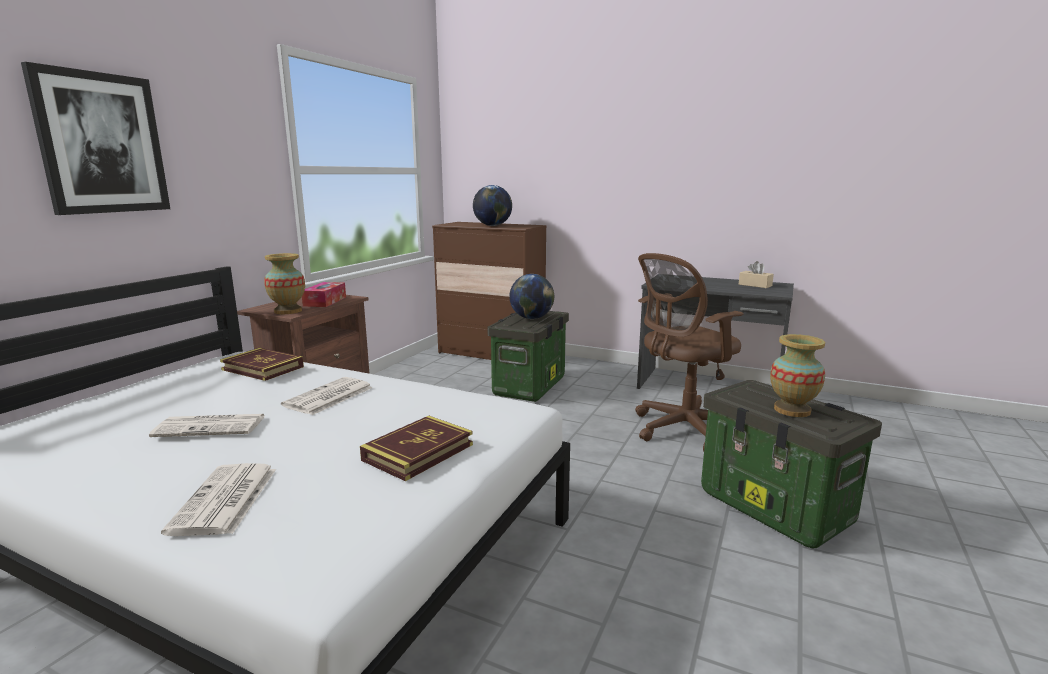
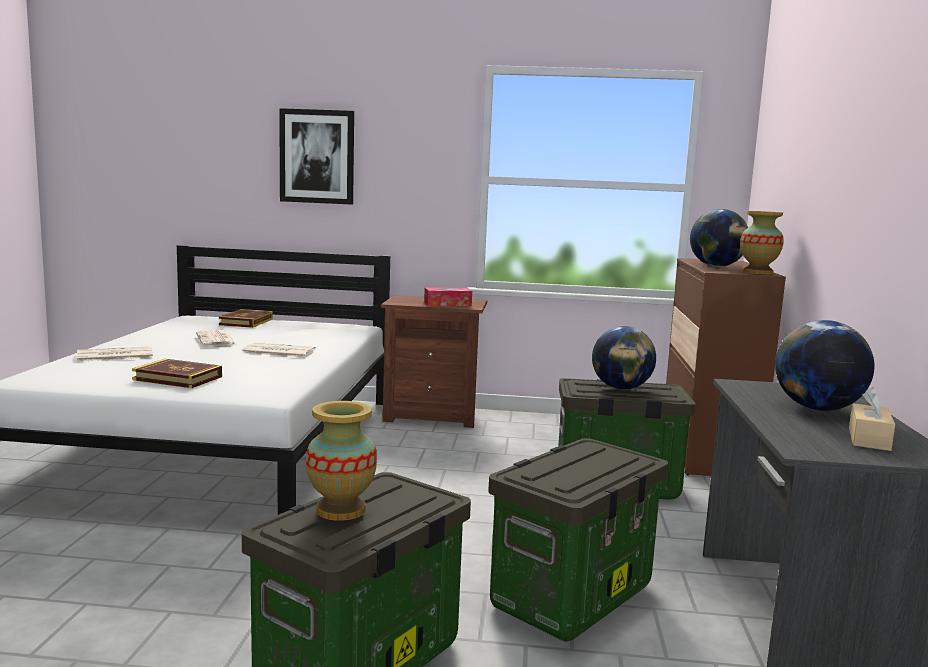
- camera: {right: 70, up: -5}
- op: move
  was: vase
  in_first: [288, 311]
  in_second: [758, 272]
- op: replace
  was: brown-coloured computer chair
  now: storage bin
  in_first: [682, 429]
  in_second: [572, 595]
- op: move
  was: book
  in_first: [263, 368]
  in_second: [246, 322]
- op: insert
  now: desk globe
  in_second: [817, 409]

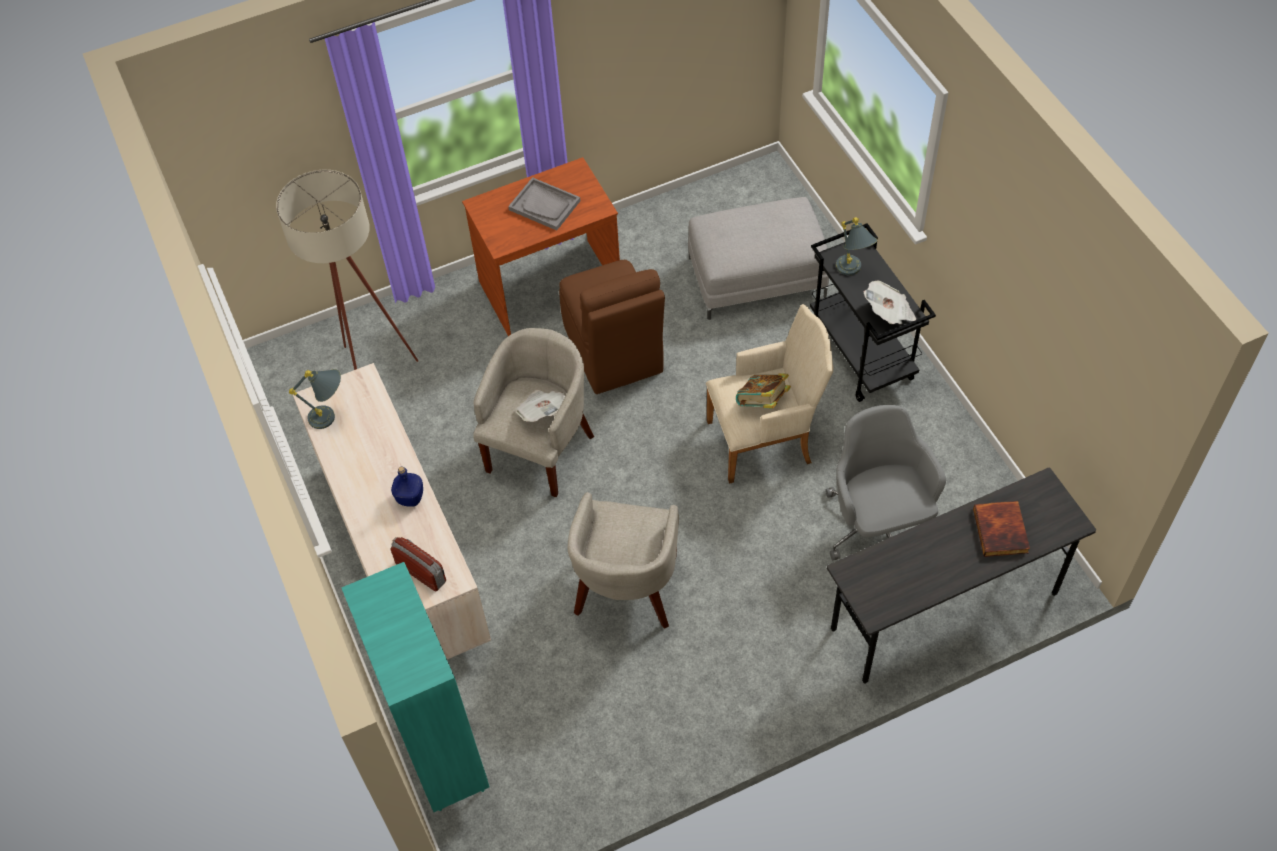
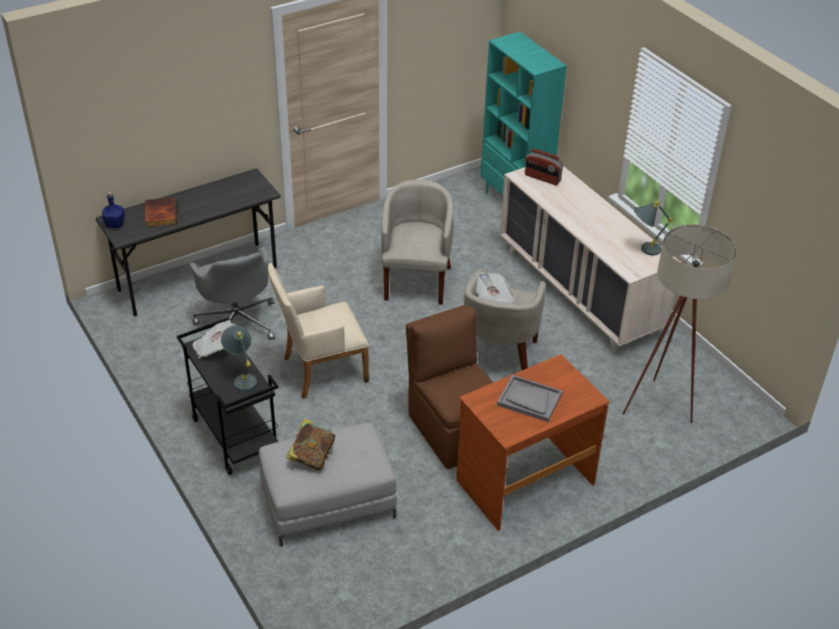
- camera: {right: 170, up: -15}
- op: move
  was: book
  in_first: [762, 403]
  in_second: [311, 457]
- op: move
  was: blue beverage bottle
  in_first: [410, 497]
  in_second: [115, 225]

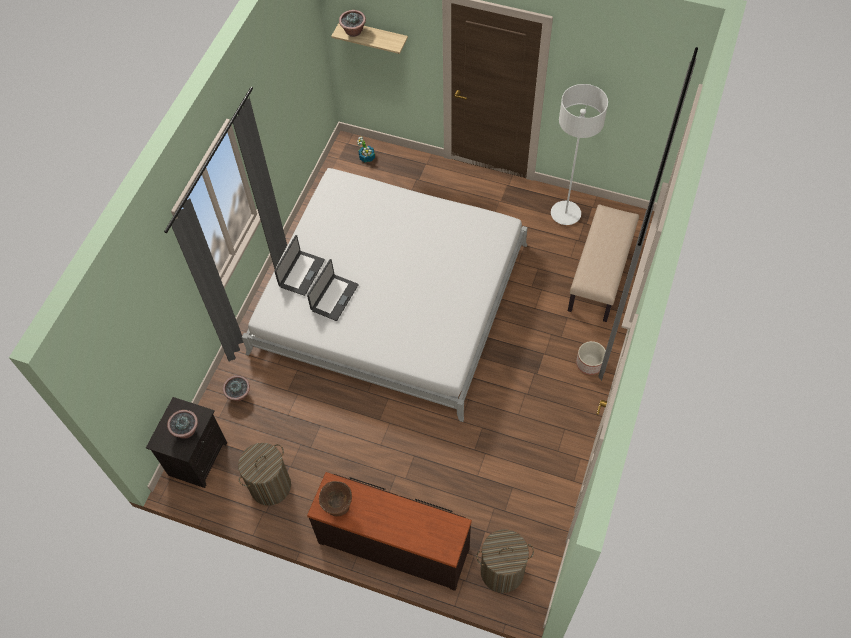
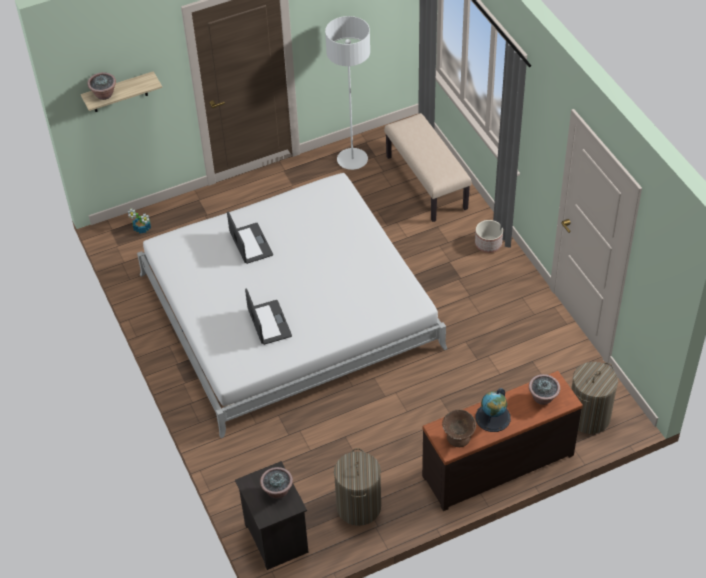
- camera: {right: -45, up: -10}
- op: move
  was: laptop
  in_first: [301, 273]
  in_second: [250, 244]
- op: move
  was: plant in a pot
  in_first: [239, 394]
  in_second: [543, 398]
- op: insert
  now: desk globe
  in_second: [493, 417]

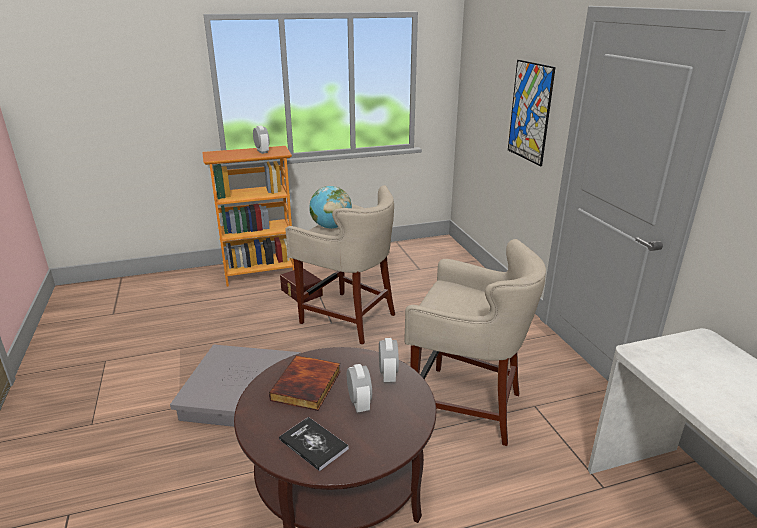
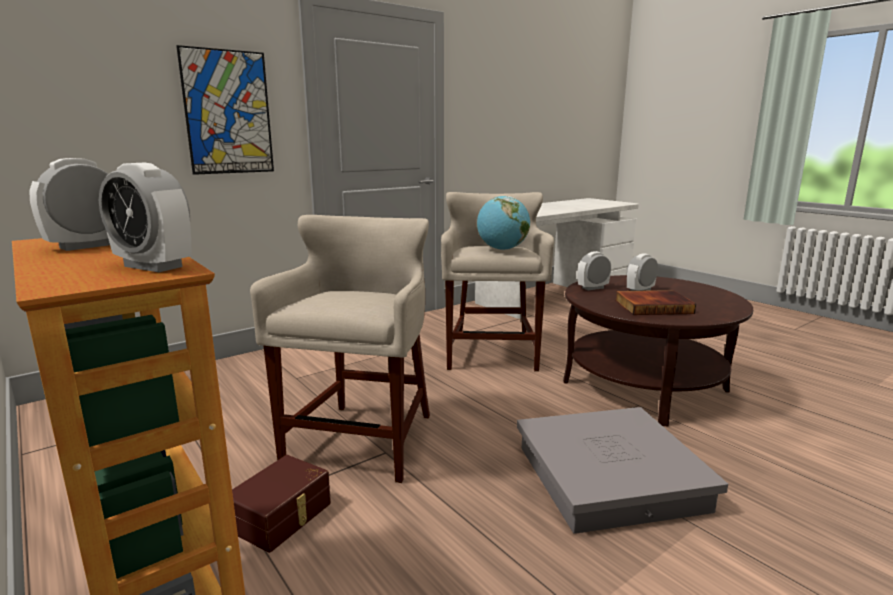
- camera: {right: -110, up: -10}
- op: move
  was: desk globe
  in_first: [331, 227]
  in_second: [502, 249]
- op: delete
  was: book
  in_first: [313, 444]
- op: insert
  now: bedside clock
  in_second: [153, 266]

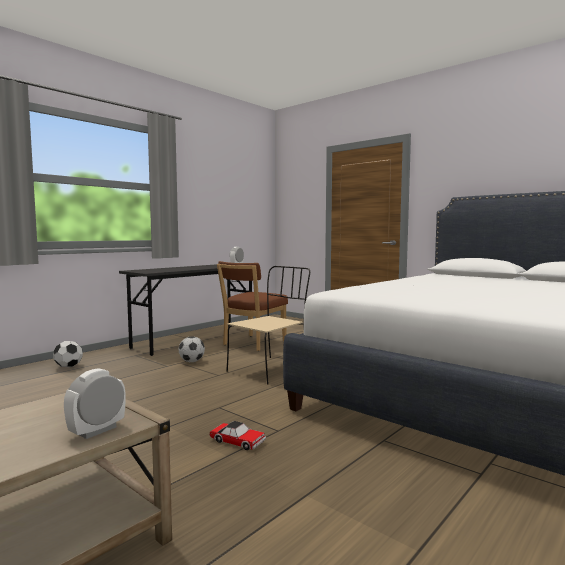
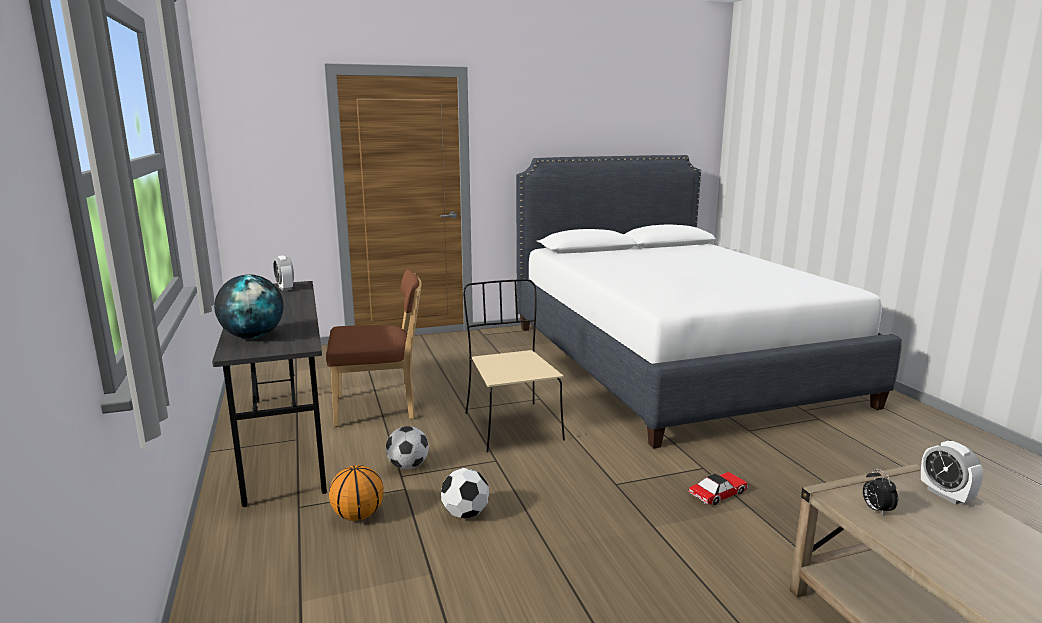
- camera: {right: -60, up: 10}
- op: rotate
  was: brown-coloured chair
  in_first: [252, 343]
  in_second: [380, 408]
  clockwise: -75
- op: move
  was: ball for football
  in_first: [68, 367]
  in_second: [465, 514]
- op: insert
  now: desk globe
  in_second: [253, 336]
- op: insert
  now: ball for basketball
  in_second: [357, 515]
- op: insert
  now: bedside clock
  in_second: [876, 510]

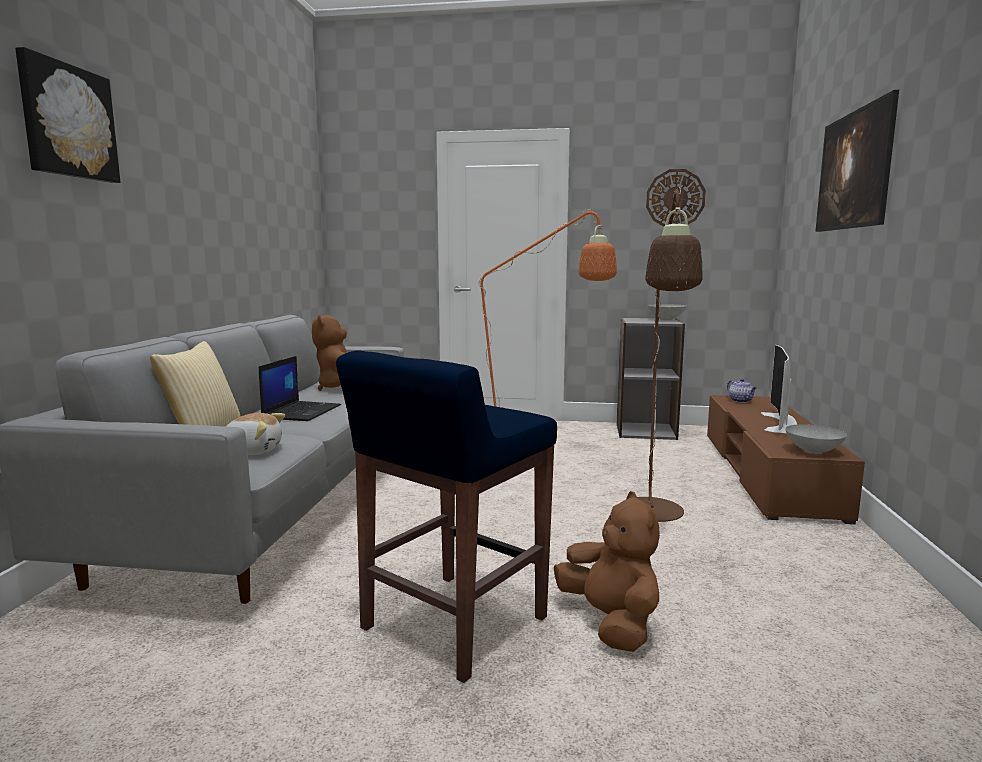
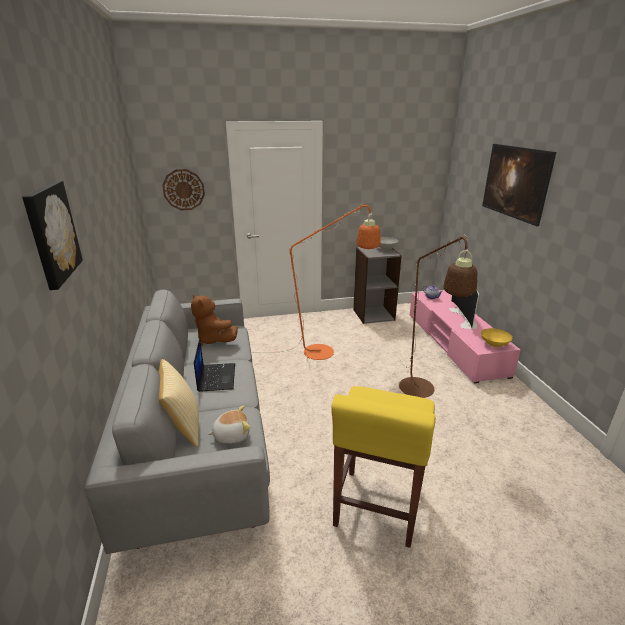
- camera: {right: -20, up: 15}
- op: move
  was: hanging clock
  in_first: [675, 199]
  in_second: [183, 190]
- op: recolor
  was: blue stool seat
  now: yellow stool seat
  in_first: [452, 625]
  in_second: [376, 508]
- op: recolor
  was: brown-coloured tv unit
  now: pink tv unit
  in_first: [767, 473]
  in_second: [454, 343]
- op: recolor
  was: gray serving bowl
  now: yellow serving bowl
  in_first: [814, 451]
  in_second: [495, 344]
- op: delete
  was: brown-coloured soft toy
  in_first: [611, 622]

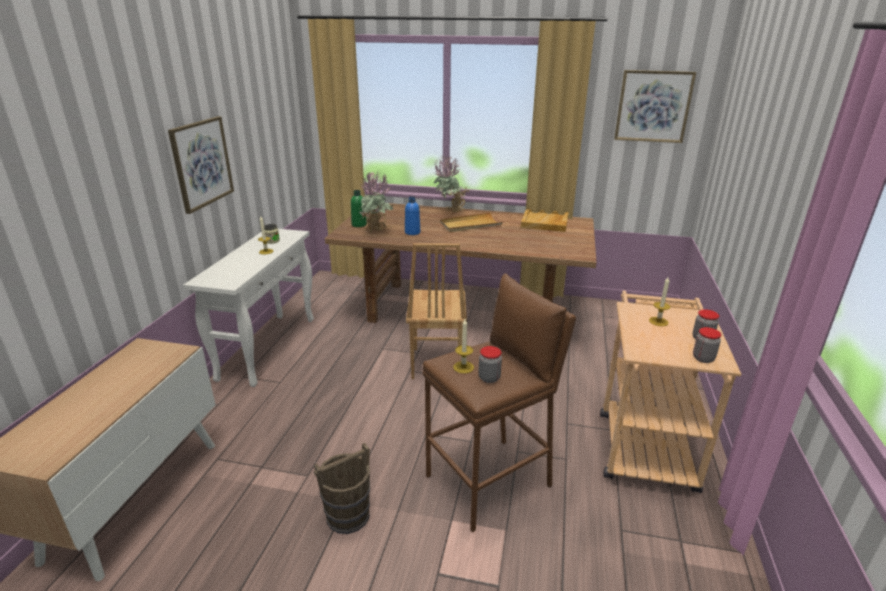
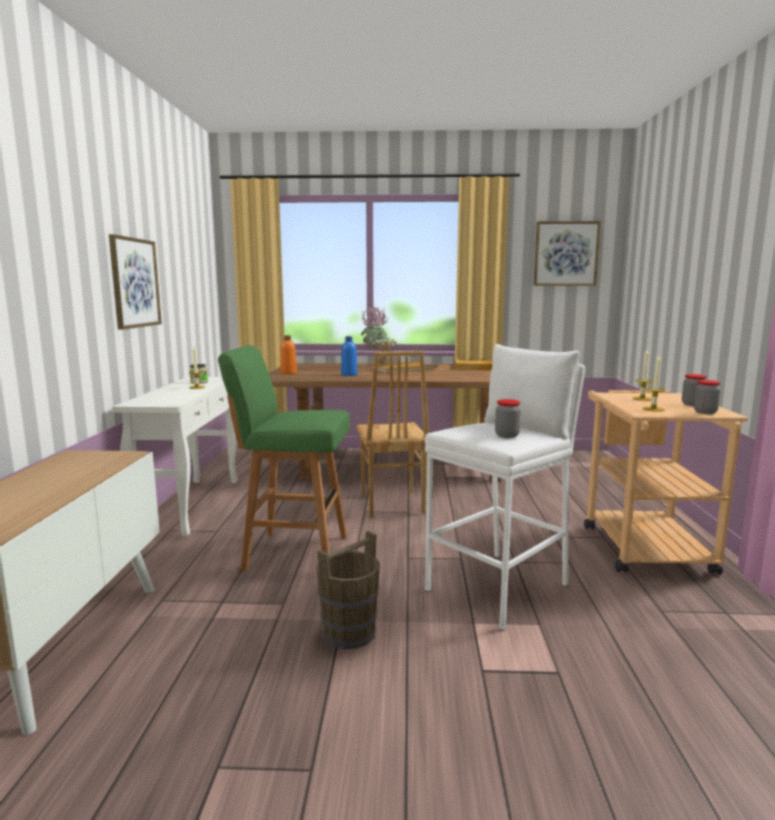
- camera: {right: -10, up: -15}
- op: delete
  was: plant in a pot
  in_first: [377, 232]
- op: recolor
  was: green-coloured beverage bottle
  now: orange beverage bottle
  in_first: [359, 225]
  in_second: [288, 373]
- op: recolor
  was: brown-coloured stool seat
  now: white stool seat
  in_first: [490, 481]
  in_second: [499, 588]
- op: move
  was: candle
  in_first: [463, 367]
  in_second: [653, 409]
- op: insert
  now: green-coloured stool seat
  in_second: [293, 552]

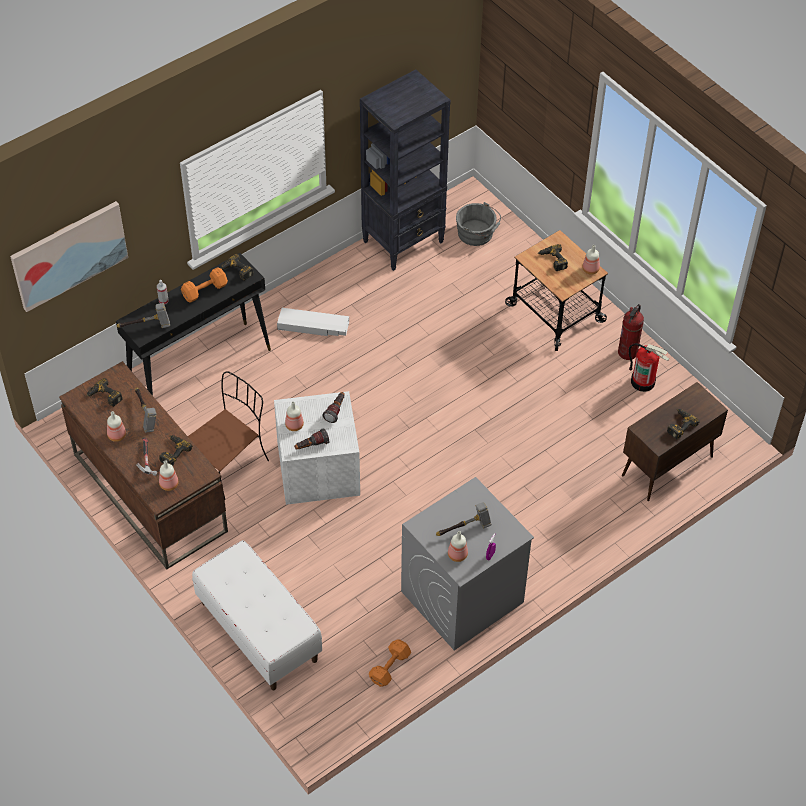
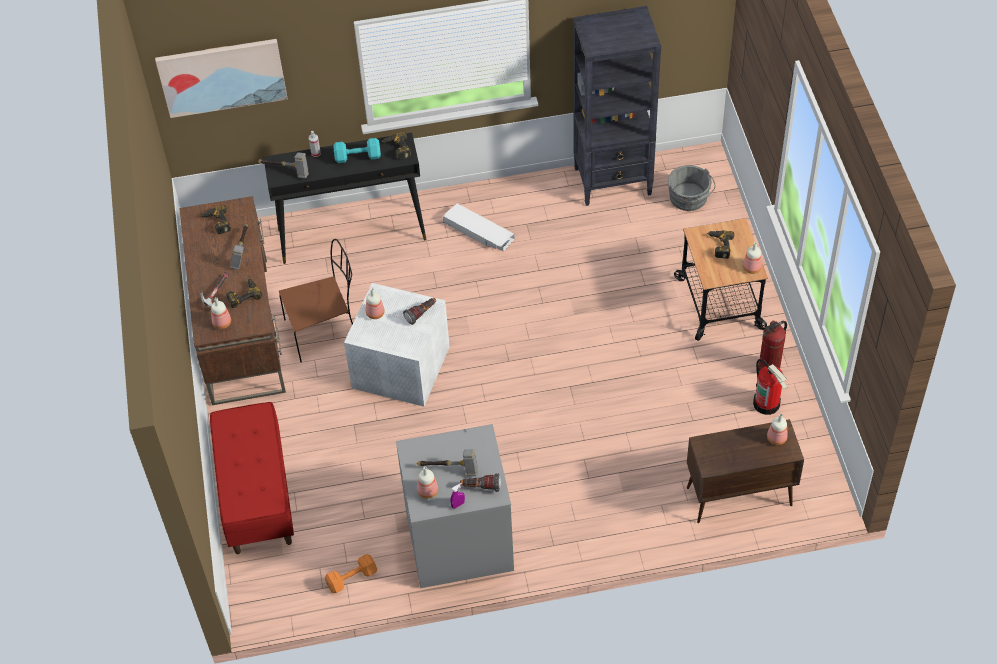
- camera: {right: 30, up: 0}
- op: recolor
  was: orange dumbbell
  now: blue-green dumbbell
  in_first: [203, 291]
  in_second: [357, 156]
- op: delete
  was: drill
  in_first: [679, 425]
- op: move
  was: beverage bottle
  in_first: [116, 435]
  in_second: [776, 438]
- op: move
  was: torch
  in_first: [311, 446]
  in_second: [480, 487]
- op: recolor
  was: white bench
  now: reddish bench
  in_first: [258, 631]
  in_second: [256, 495]

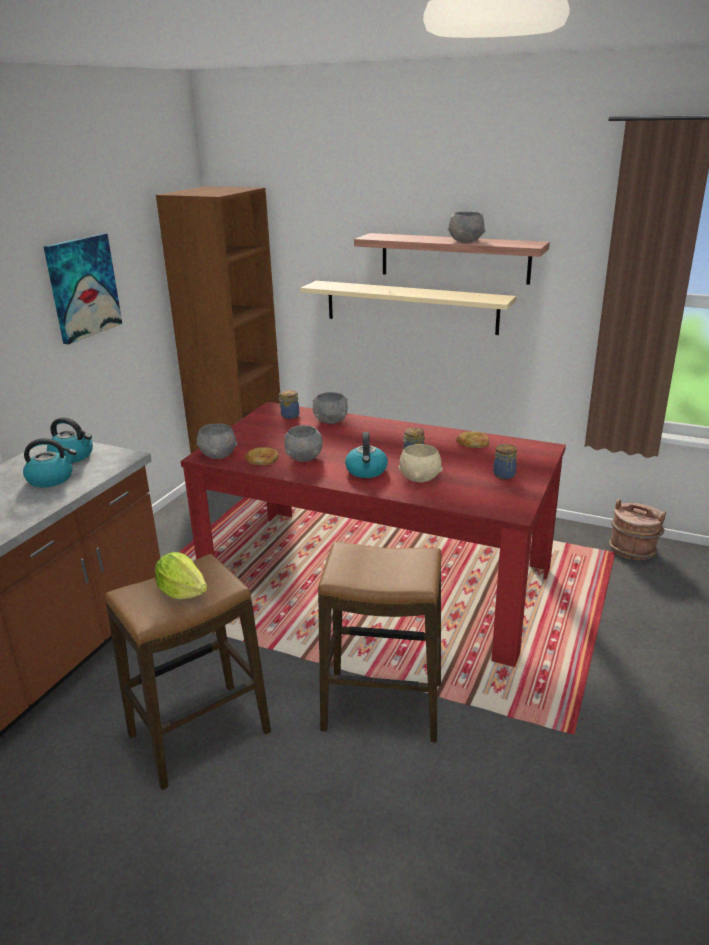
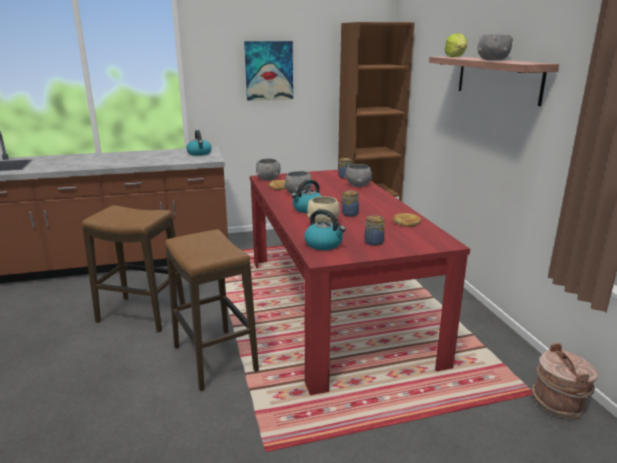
- camera: {right: 50, up: -5}
- op: delete
  was: sand-coloured shelf
  in_first: [410, 307]
- op: move
  was: tea kettle
  in_first: [51, 479]
  in_second: [324, 244]
- op: move
  was: head of lettuce
  in_first: [182, 592]
  in_second: [455, 57]

